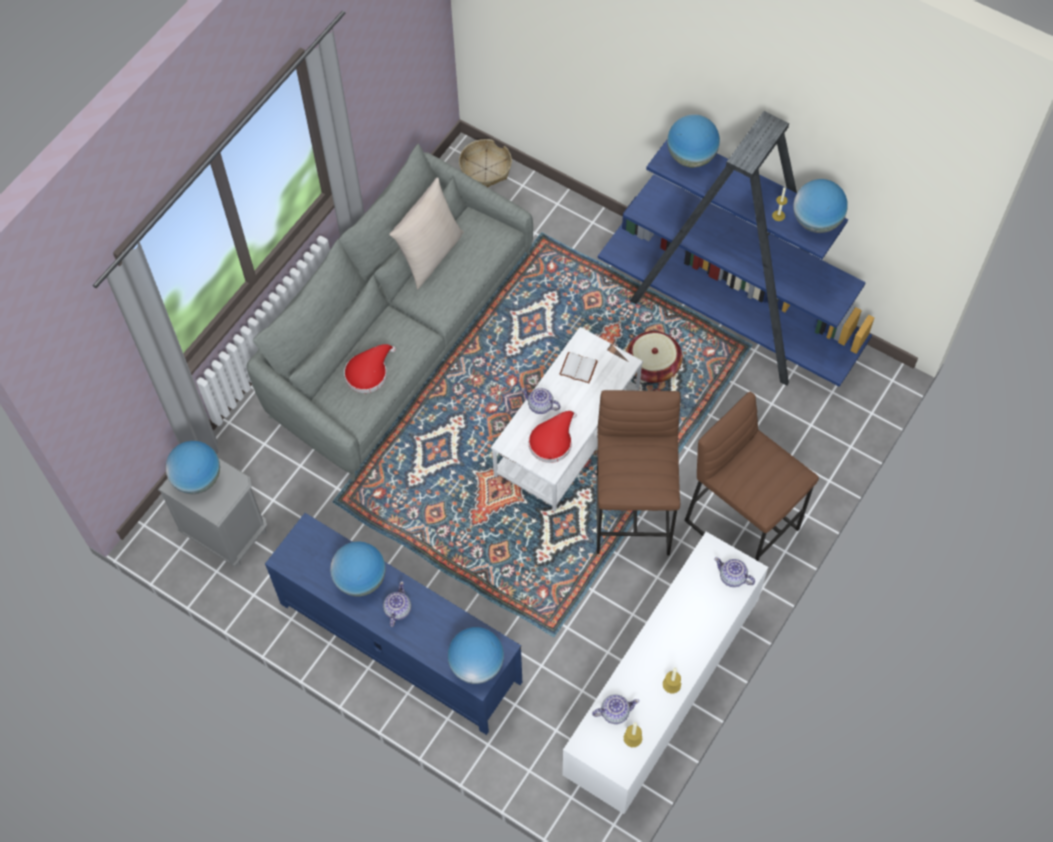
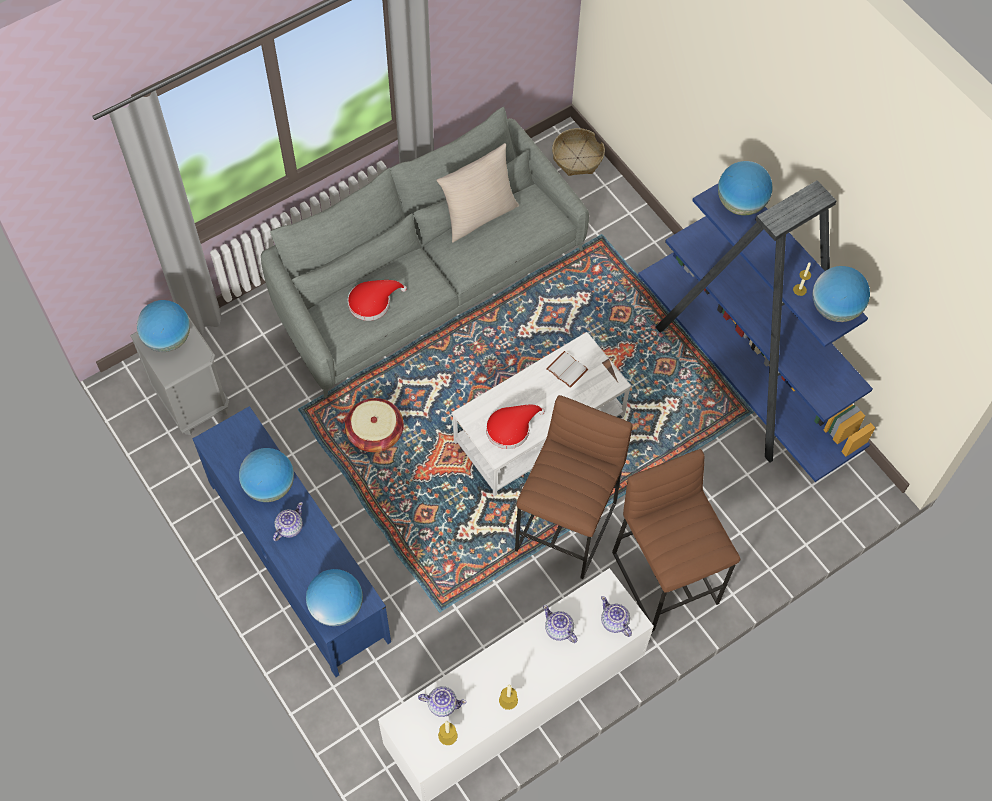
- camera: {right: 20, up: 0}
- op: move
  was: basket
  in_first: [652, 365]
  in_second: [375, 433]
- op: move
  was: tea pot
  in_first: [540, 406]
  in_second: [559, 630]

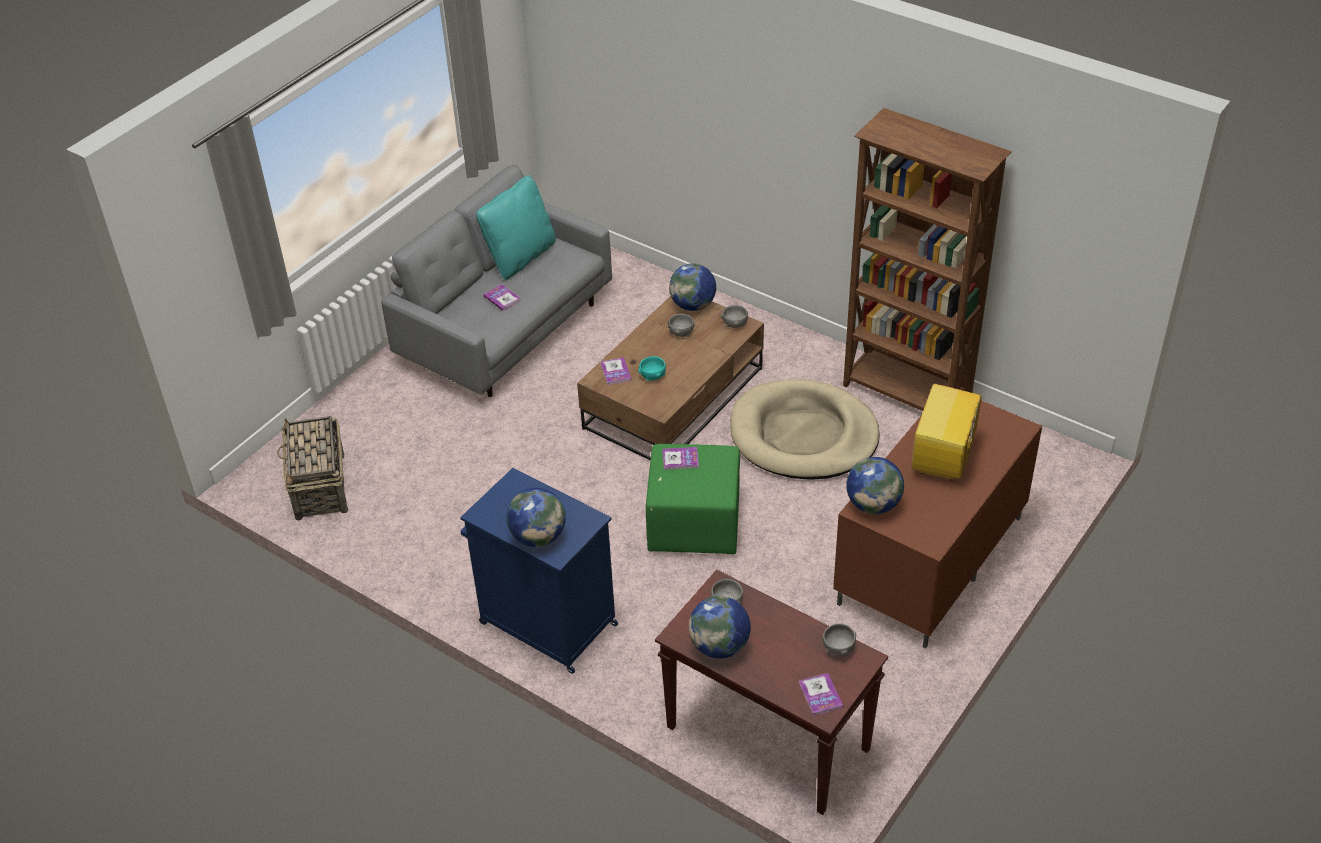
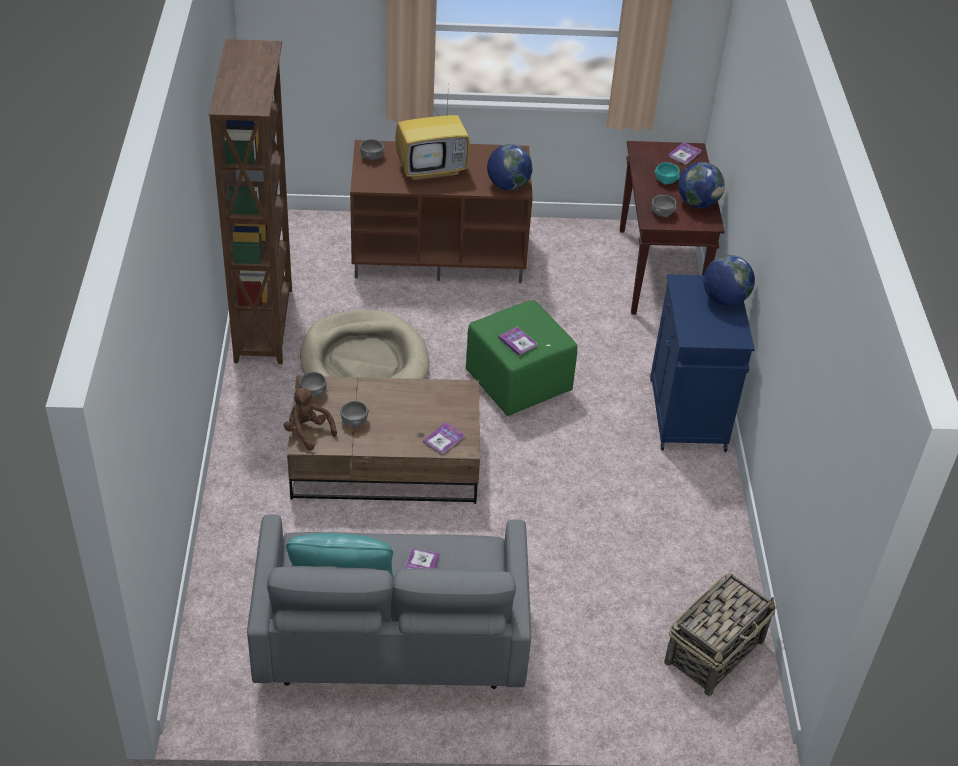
- camera: {right: -130, up: 0}
- op: replace
  was: desk globe
  now: brown-coloured soft toy
  in_first: [693, 305]
  in_second: [307, 431]
- op: move
  was: blue-green serving bowl
  in_first: [653, 376]
  in_second: [666, 181]
- op: move
  was: gray serving bowl
  in_first: [838, 648]
  in_second: [371, 157]

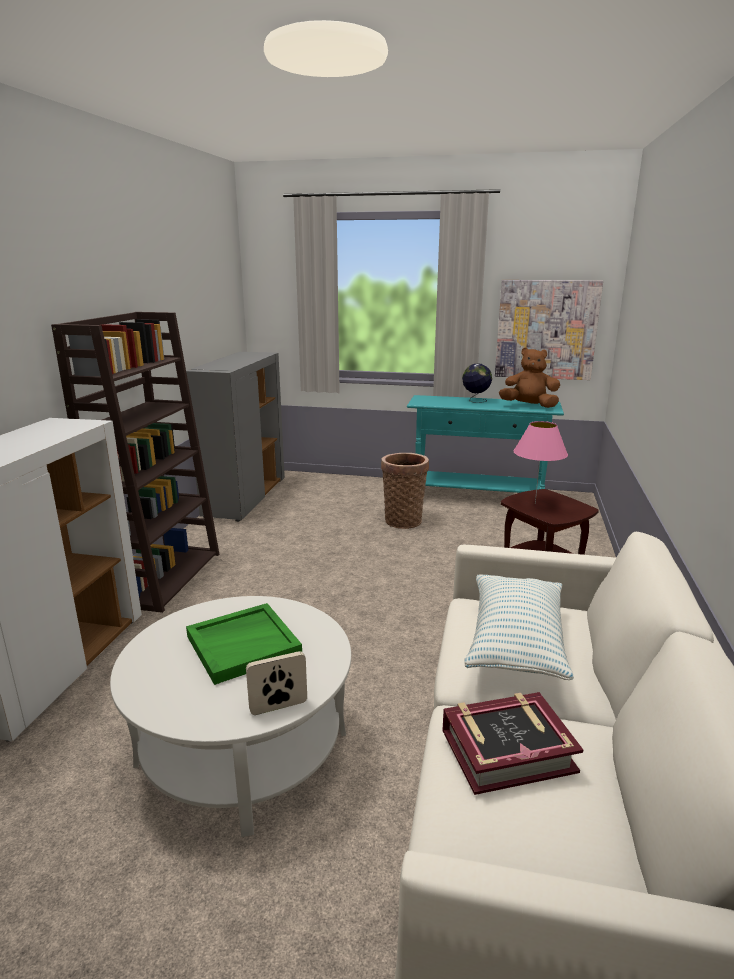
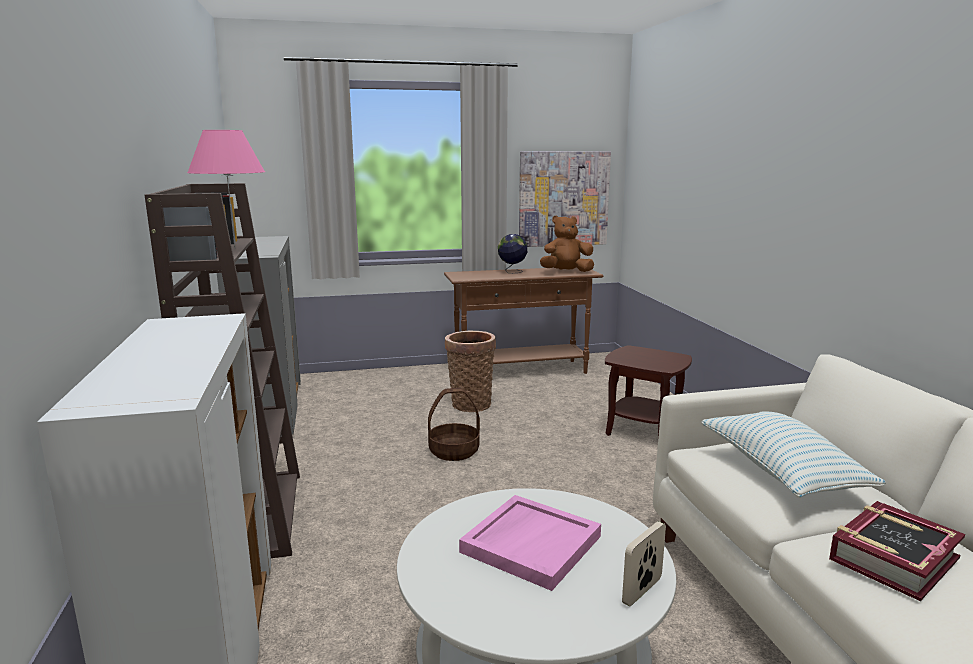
- camera: {right: -25, up: -5}
- op: recolor
  was: blue-green narrow table
  now: brown-coloured narrow table
  in_first: [478, 498]
  in_second: [521, 371]
- op: move
  was: pink lamp for a table
  in_first: [534, 504]
  in_second: [234, 248]
- op: recolor
  was: green-coloured serving tray
  now: pink serving tray
  in_first: [244, 644]
  in_second: [531, 543]
- op: insert
  now: basket
  in_second: [454, 451]

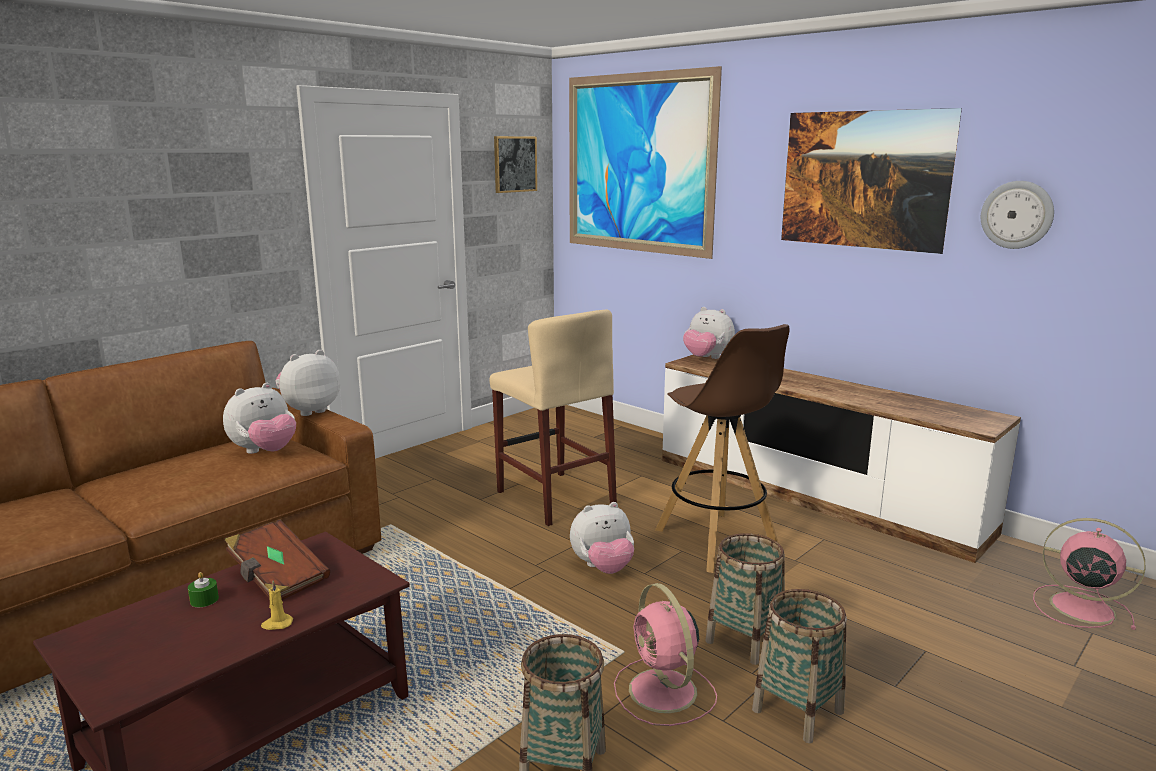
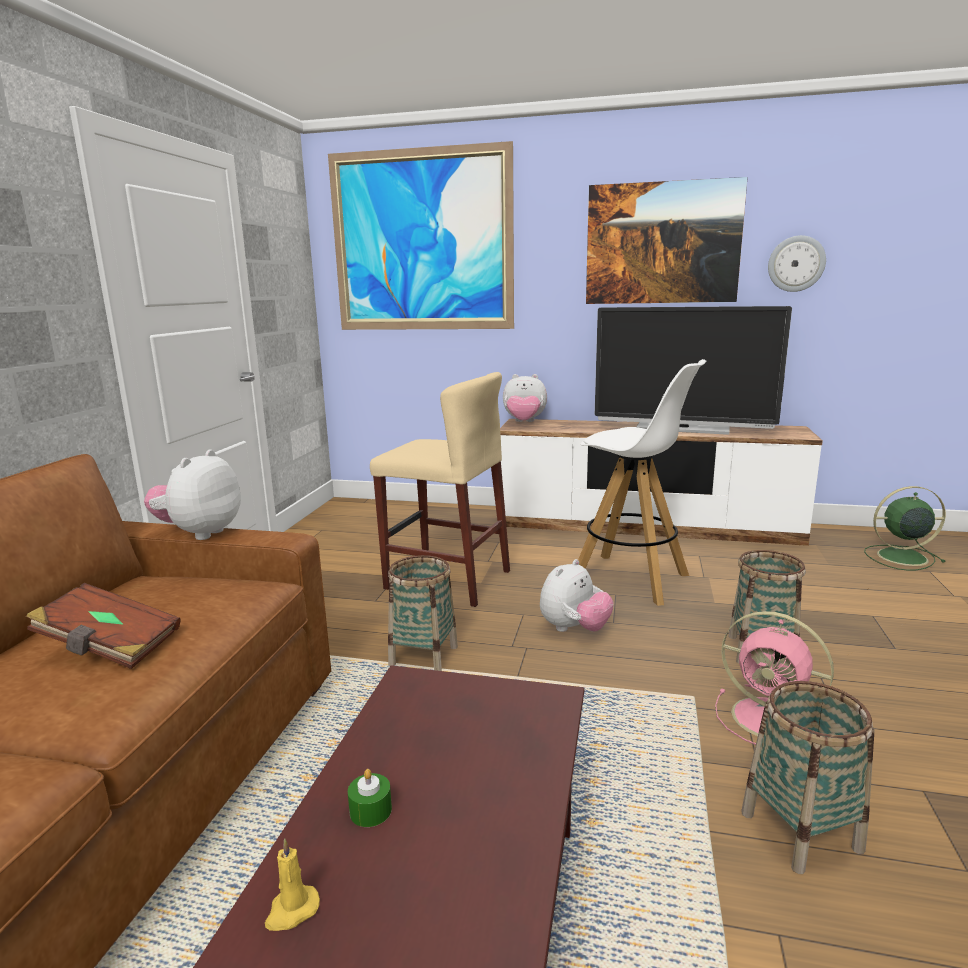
- camera: {right: -30, up: 0}
- op: delete
  was: picture
  in_first: [515, 164]
- op: recolor
  was: brown-coloured stool seat
  now: white stool seat
  in_first: [717, 541]
  in_second: [631, 579]
- op: delete
  was: soft toy
  in_first: [264, 452]
- op: recolor
  was: pink fan
  now: green-coloured fan
  in_first: [1079, 607]
  in_second: [900, 557]
- op: move
  was: brown-coloured book
  in_first: [277, 578]
  in_second: [109, 646]
- op: move
  was: yellow candle
  in_first: [277, 624]
  in_second: [291, 911]
- op: move
  was: basket
  in_first: [797, 711]
  in_second: [423, 656]
- op: insert
  now: TV set
  in_second: [682, 429]

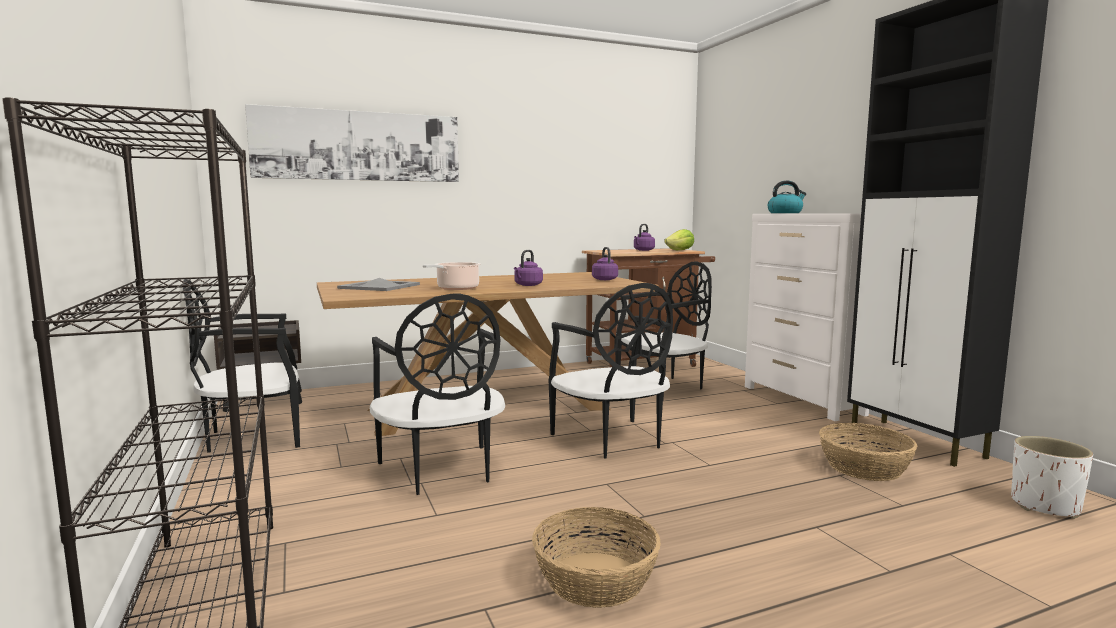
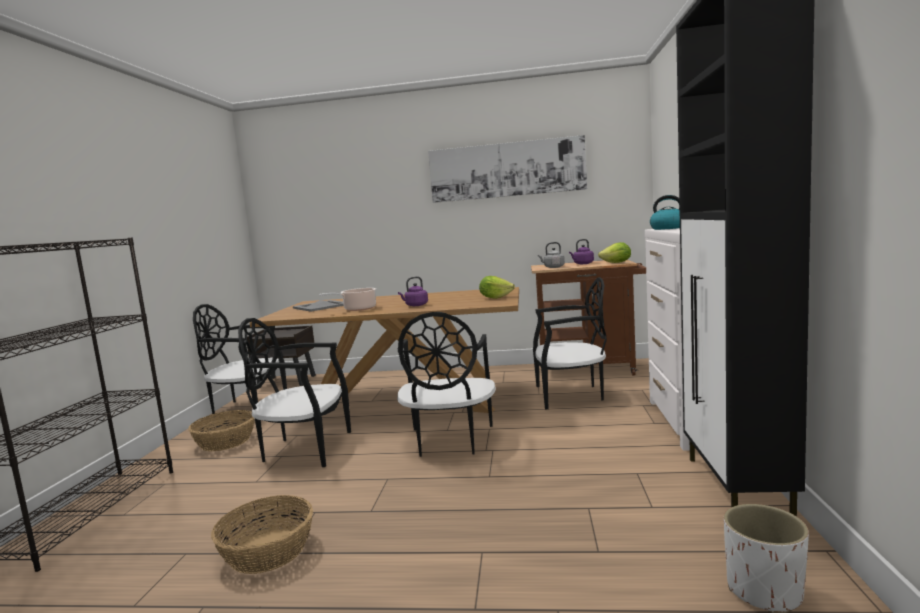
- camera: {right: 30, up: 0}
- op: move
  was: picture
  in_first: [358, 146]
  in_second: [506, 170]
- op: replace
  was: purple tea kettle
  now: head of lettuce
  in_first: [604, 279]
  in_second: [495, 297]
- op: rotate
  was: black-coloured chair
  in_first: [442, 471]
  in_second: [304, 449]
  clockwise: 90
- op: move
  was: basket
  in_first: [865, 467]
  in_second: [225, 442]
- op: insert
  now: gray tea kettle
  in_second: [553, 267]

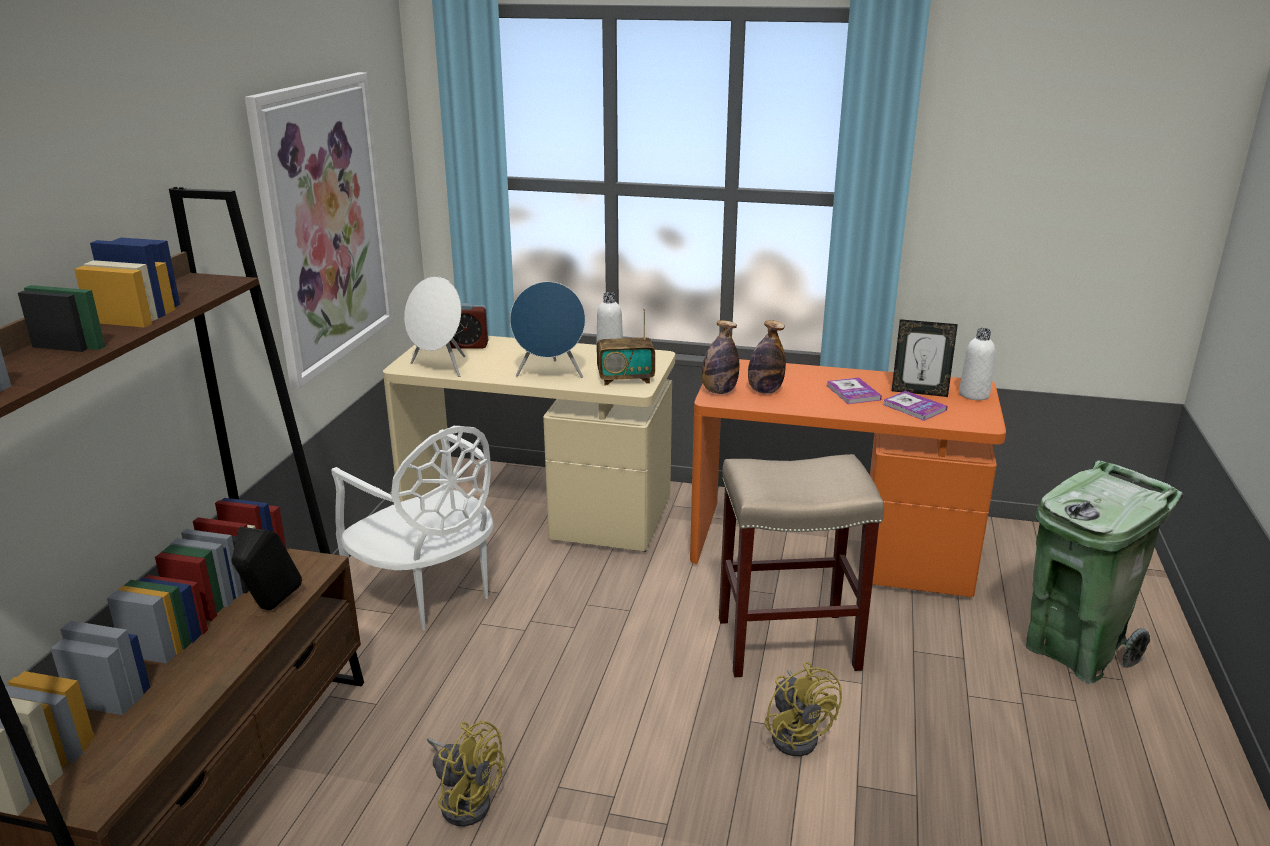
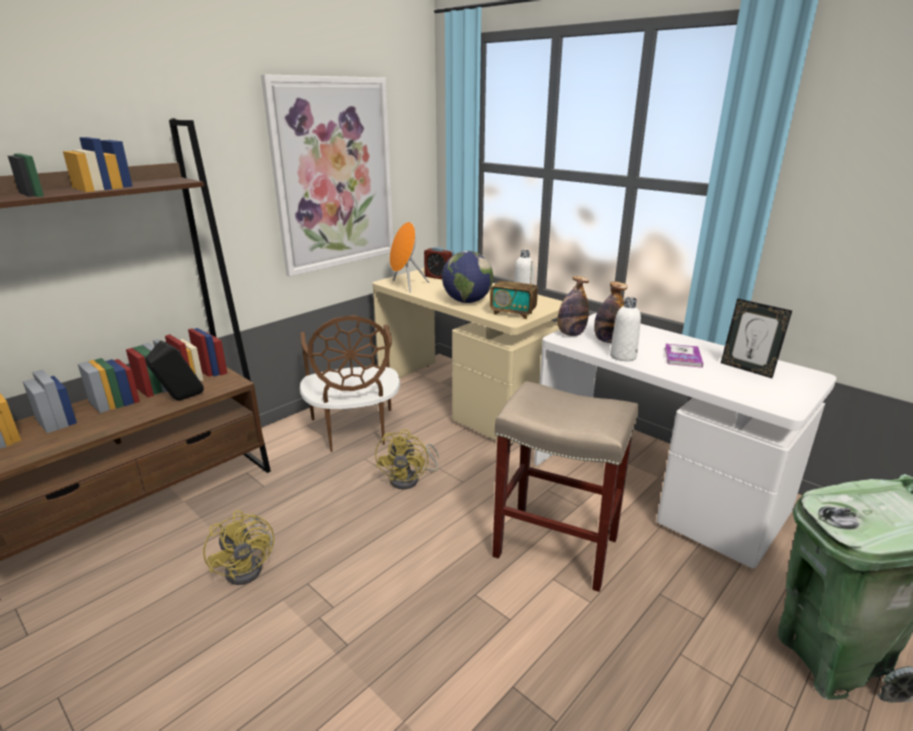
- camera: {right: 30, up: 0}
- op: recolor
  was: white loudspeaker
  now: orange loudspeaker
  in_first: [440, 368]
  in_second: [406, 286]
- op: replace
  was: blue loudspeaker
  now: desk globe
  in_first: [550, 374]
  in_second: [467, 301]
- op: move
  was: white beverage bottle
  in_first: [974, 395]
  in_second: [623, 356]
- op: recolor
  was: orange desk table
  now: white desk table
  in_first: [833, 549]
  in_second: [655, 488]
- op: delete
  was: book
  in_first: [914, 407]
- op: recolor
  was: white chair
  now: brown-coloured chair
  in_first: [428, 593]
  in_second: [354, 431]
- op: move
  was: yellow fan
  in_first: [798, 734]
  in_second: [410, 479]

